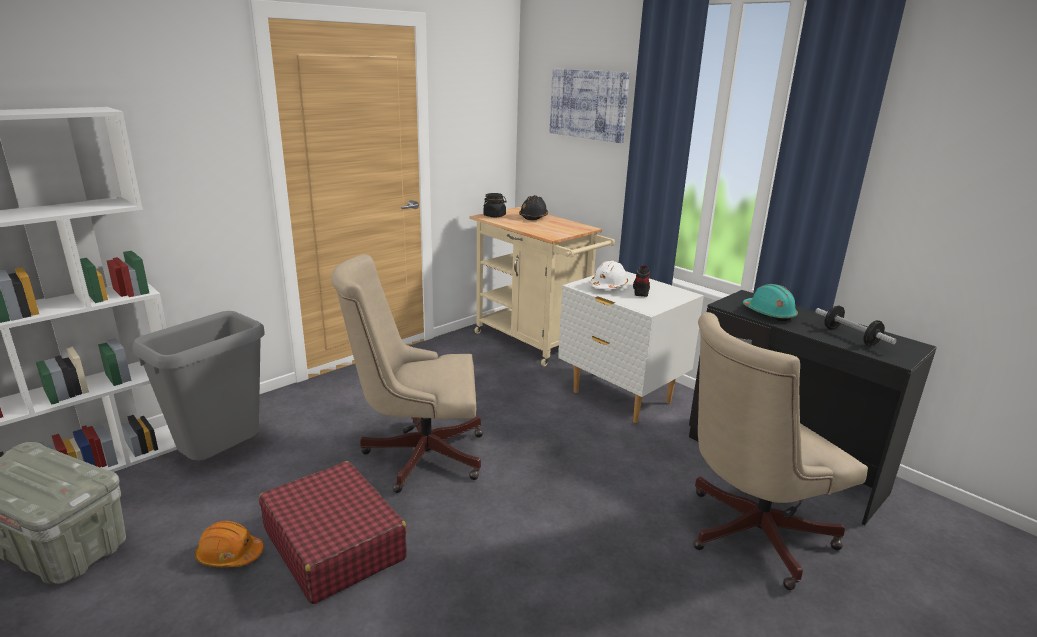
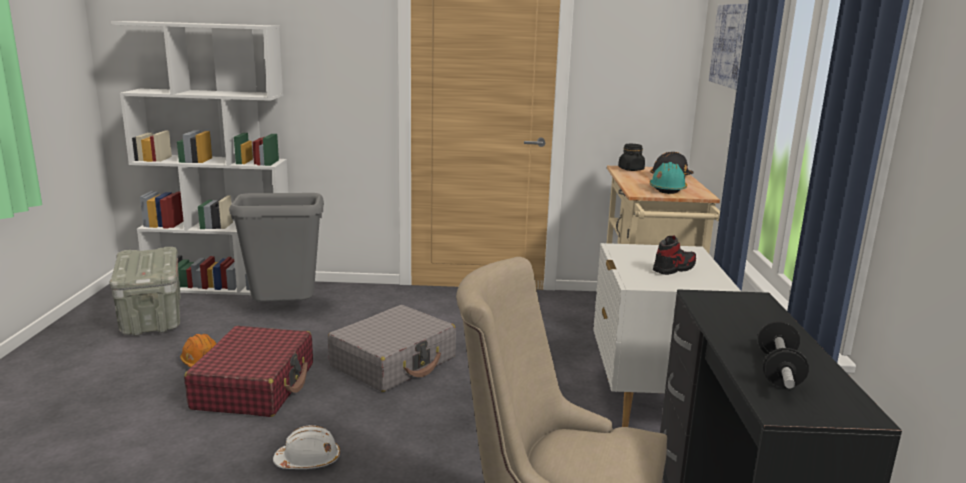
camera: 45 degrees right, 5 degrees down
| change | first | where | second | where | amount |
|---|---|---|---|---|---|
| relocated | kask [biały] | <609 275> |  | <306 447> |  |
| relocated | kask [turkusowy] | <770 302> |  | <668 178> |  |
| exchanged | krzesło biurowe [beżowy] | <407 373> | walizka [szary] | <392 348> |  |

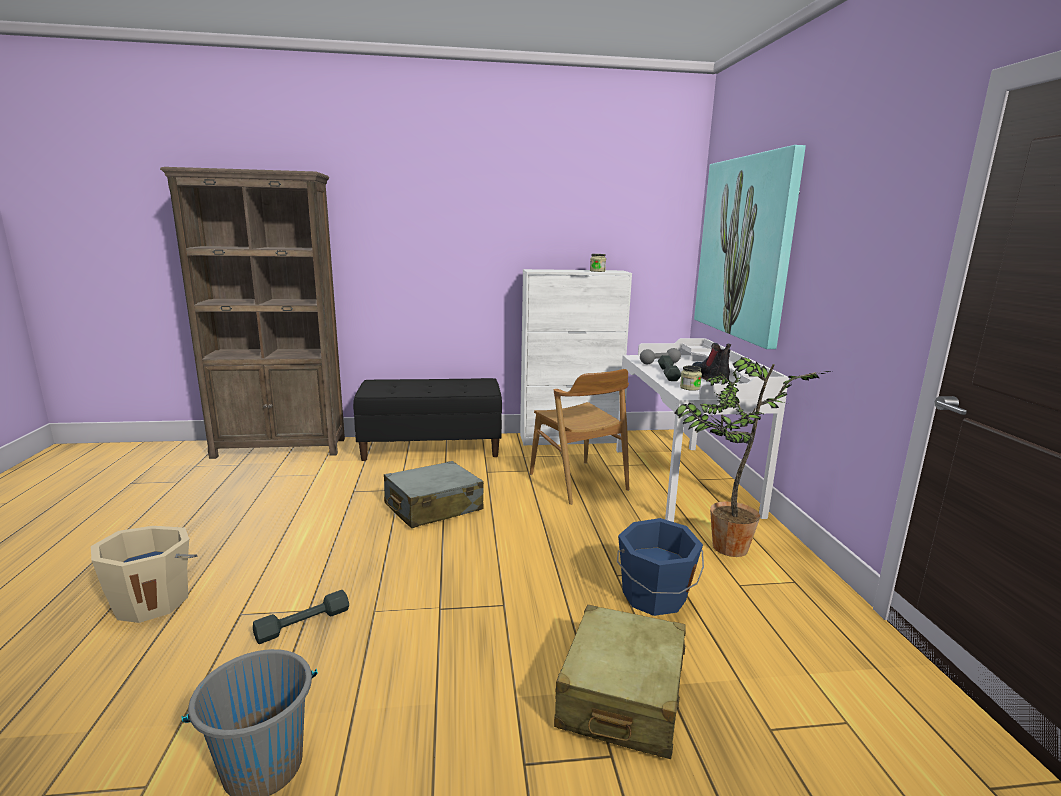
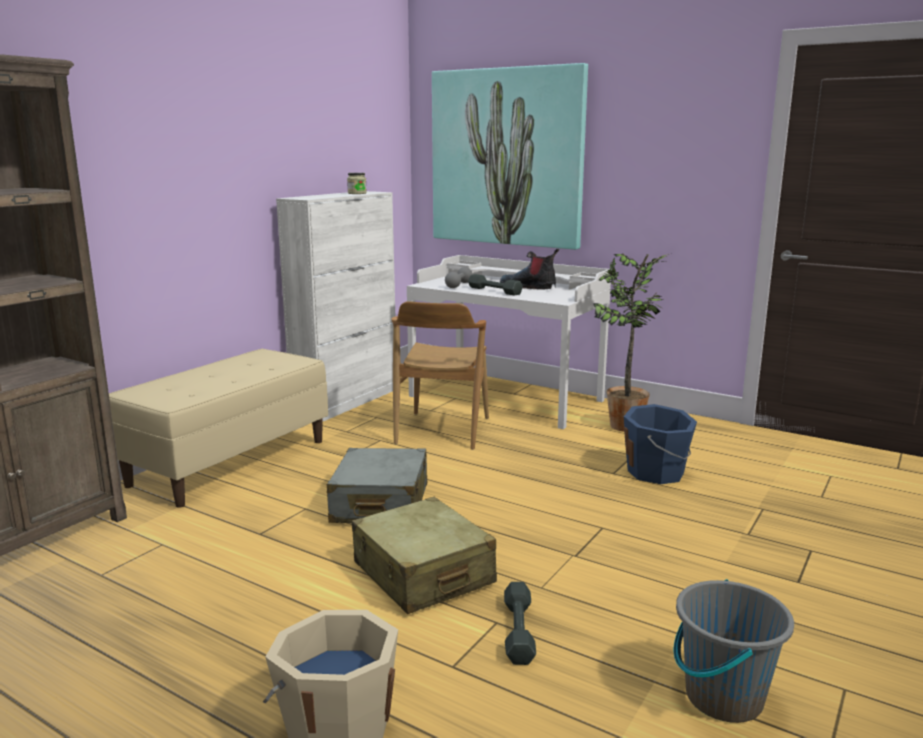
camera: 50 degrees left, 0 degrees up
| change | first | where | second | where | amount |
|---|---|---|---|---|---|
| missing | słoik | <691 378> |  |  |  |
| relocated | walizka [beżowy] | <620 682> |  | <424 555> |  |
| colour | ławka [czarny] | <427 419> | ławka [beżowy] | <218 428> |  |
| spun | krzesło [brązowy] | <579 437> |  | <440 375> | 90 degrees clockwise |

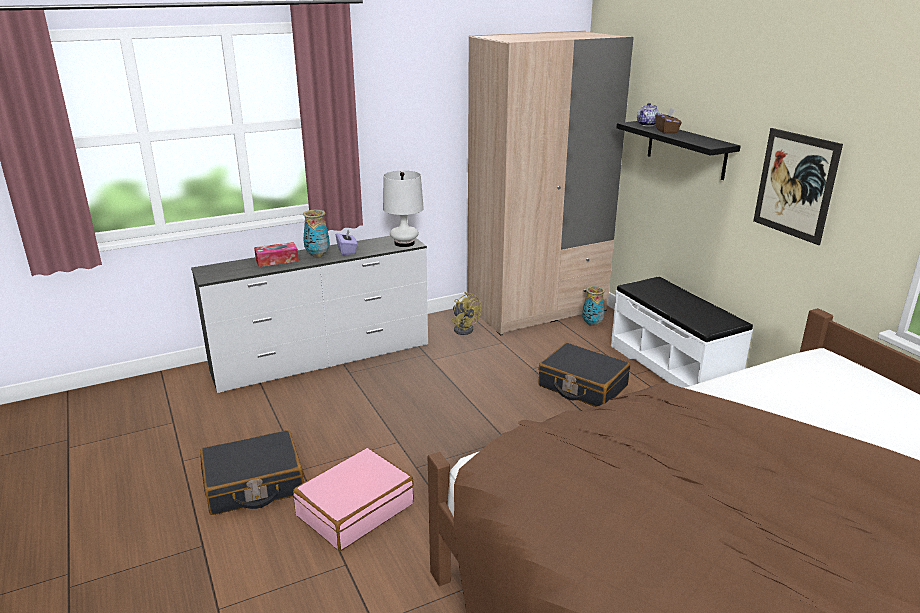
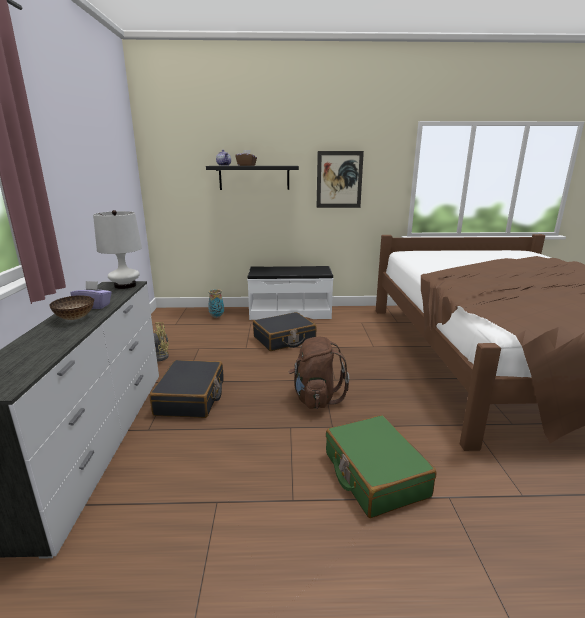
camera: 65 degrees left, 5 degrees down
| change | first | where | second | where | amount |
|---|---|---|---|---|---|
| missing | pudełko chusteczek | <276 254> |  |  |  |
| missing | szafa [beżowy] | <550 183> |  |  |  |
| appeared |  |  | plecak [brązowy] | <319 372> |  |
| relocated | walizka [czarny] | <252 472> |  | <186 389> |  |
| exchanged | wazon | <316 233> | miska | <71 307> |  |
| colour | walizka [różowy] | <353 499> | walizka [zielony] | <381 466> |  |

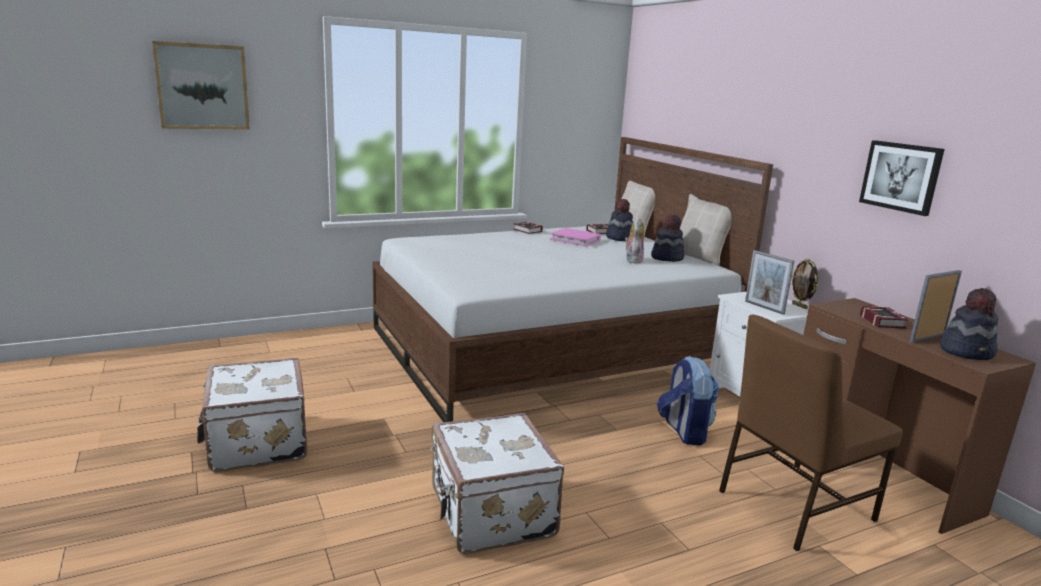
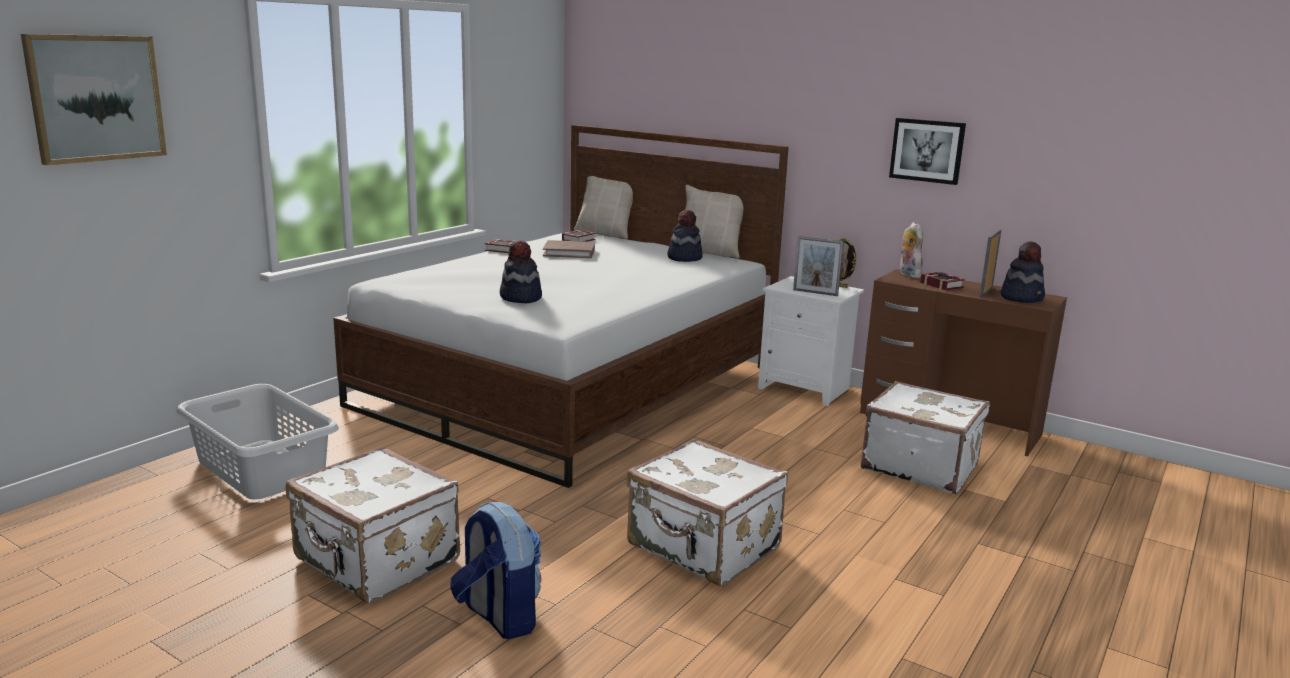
camera: 30 degrees left, 0 degrees up
| change | first | where | second | where | amount |
|---|---|---|---|---|---|
| appeared |  |  | kosz na pranie [szary] | <258 442> |  |
| relocated | kapelusz | <619 220> |  | <521 271> |  |
| relocated | pluszak | <634 239> |  | <911 250> |  |
| relocated | plecak | <688 400> |  | <495 570> |  |
| exchanged | krzesło [brązowy] | <811 433> | walizka [biały] | <925 437> |  |
| colour | książka [różowy] | <575 237> | książka [brązowy] | <569 249> |  |

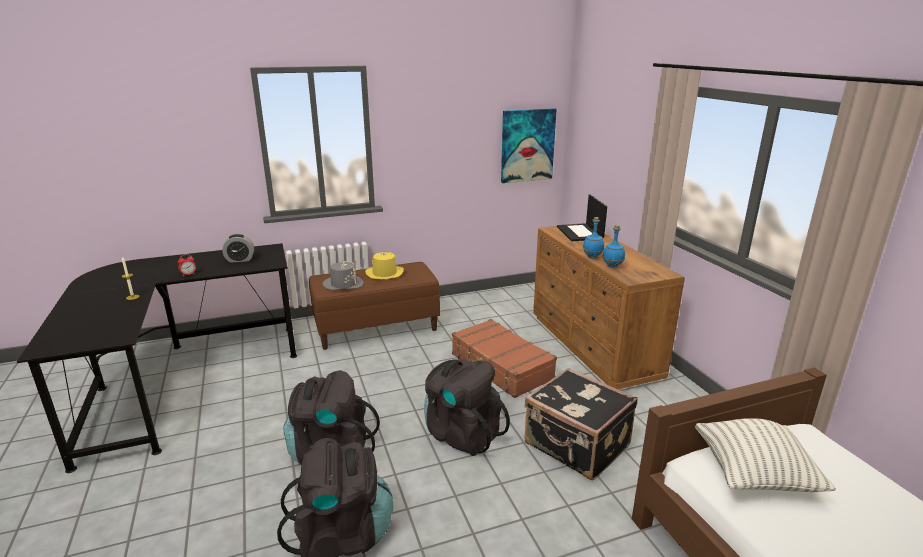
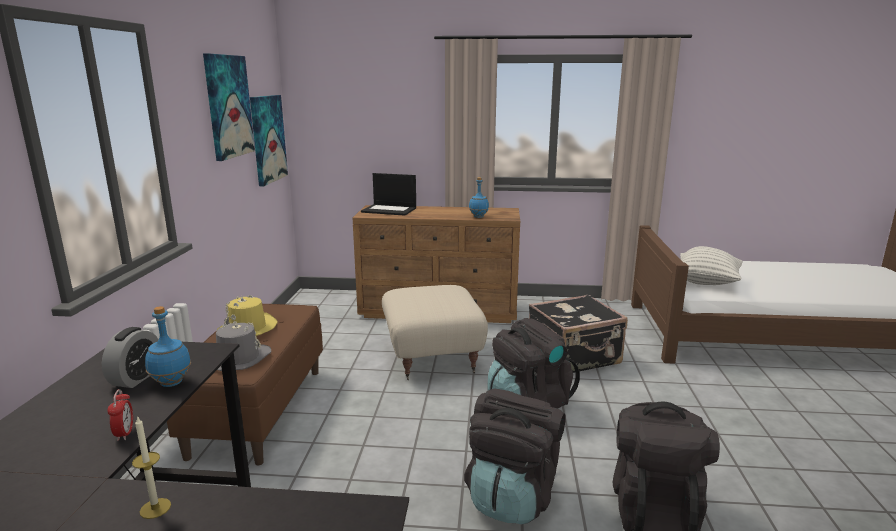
camera: 65 degrees left, 5 degrees down
| change | first | where | second | where | amount |
|---|---|---|---|---|---|
| appeared |  |  | obraz | <229 107> |  |
| relocated | butelka [niebieski] | <593 238> |  | <168 346> |  |
| exchanged | walizka [brązowy] | <504 358> | pufa [beżowy] | <435 332> |  |

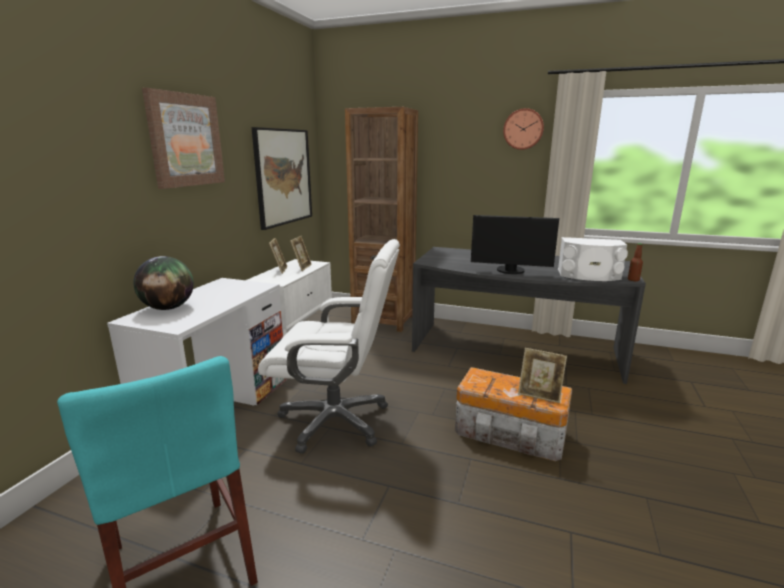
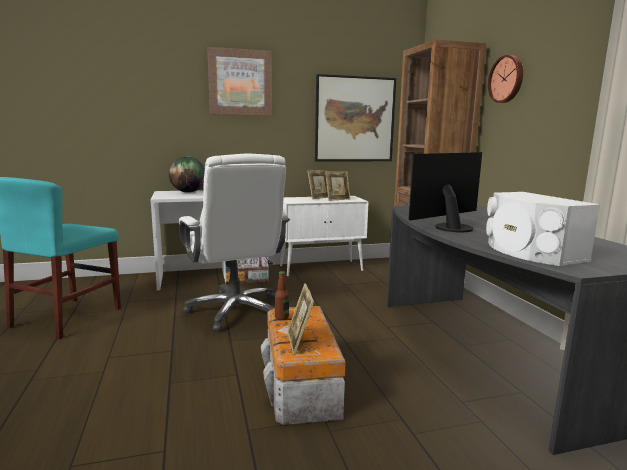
camera: 55 degrees right, 5 degrees down
| change | first | where | second | where | amount |
|---|---|---|---|---|---|
| relocated | zegar ścienny | <523 129> |  | <505 79> |  |
| relocated | butelka | <635 262> |  | <282 295> |  |
| spun | monitor | <515 244> |  | <445 192> | 75 degrees clockwise |

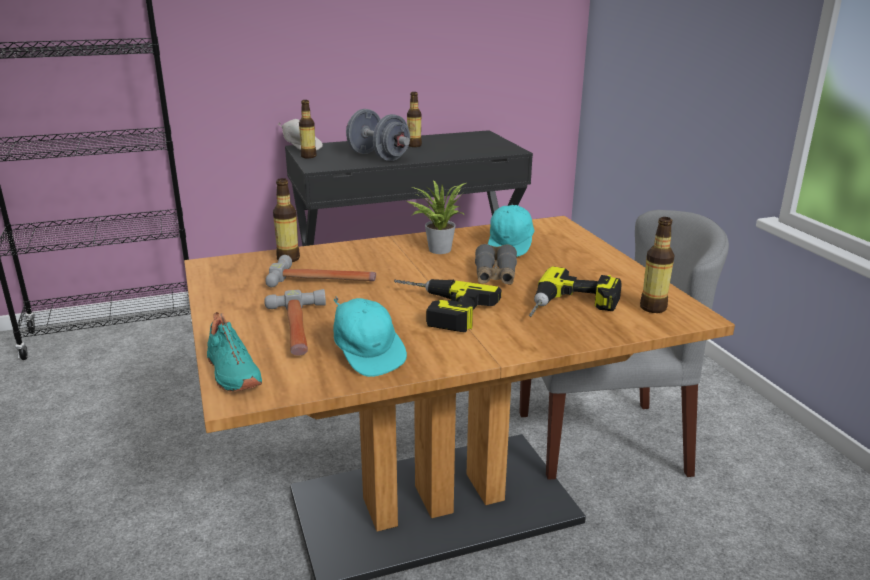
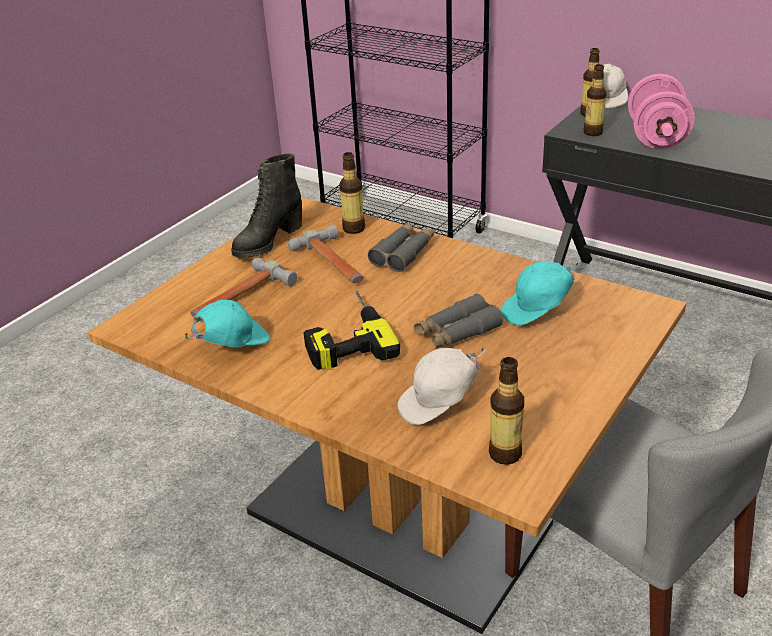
camera: 55 degrees right, 10 degrees up
| change | first | where | second | where | amount |
|---|---|---|---|---|---|
| missing | but [turkusowy] | <234 352> |  |  |  |
| missing | roślina doniczkowa | <436 217> |  |  |  |
| appeared |  |  | but z cholewką [czarny] | <266 205> |  |
| appeared |  |  | lornetka [szary] | <401 247> |  |
| relocated | butelka | <414 119> |  | <595 100> |  |
| exchanged | wiertarka | <575 292> | czapka z daszkiem [biały] | <441 385> |  |
| colour | hantel [szary] | <378 135> | hantel [różowy] | <661 111> |  |
| spun | czapka z daszkiem [turkusowy] | <370 336> |  | <227 323> | 150 degrees counterclockwise |

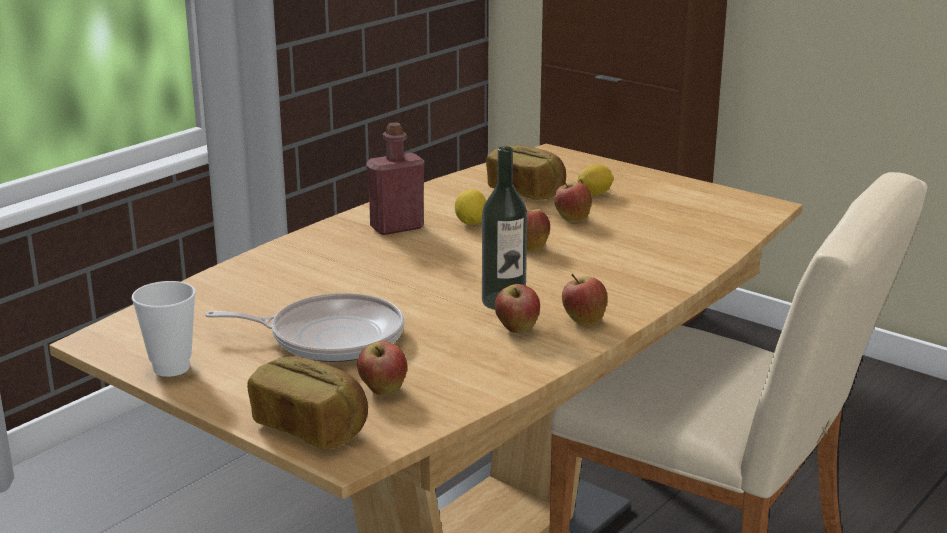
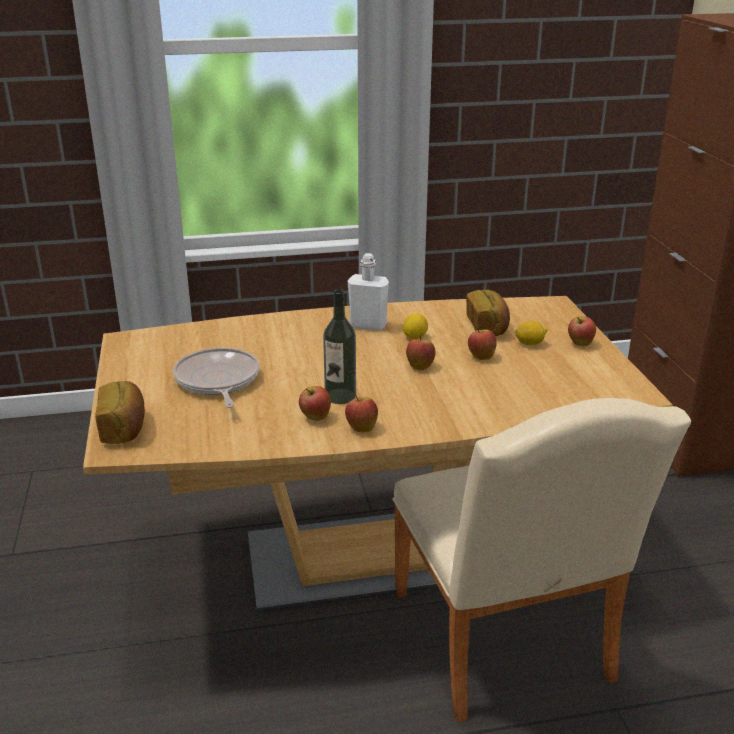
camera: 40 degrees right, 5 degrees up
| change | first | where | second | where | amount |
|---|---|---|---|---|---|
| missing | filiżanka | <164 329> |  |  |  |
| relocated | jabłko | <382 368> |  | <582 331> |  |
| colour | butelka [czerwony] | <395 178> | butelka [biały] | <368 292> |  |
| spun | patelnia | <304 327> |  | <216 378> | 150 degrees counterclockwise |

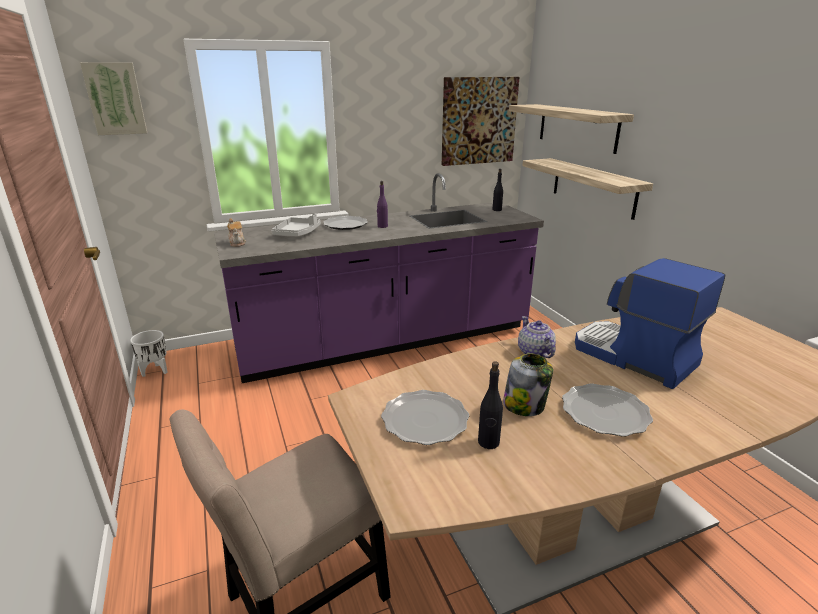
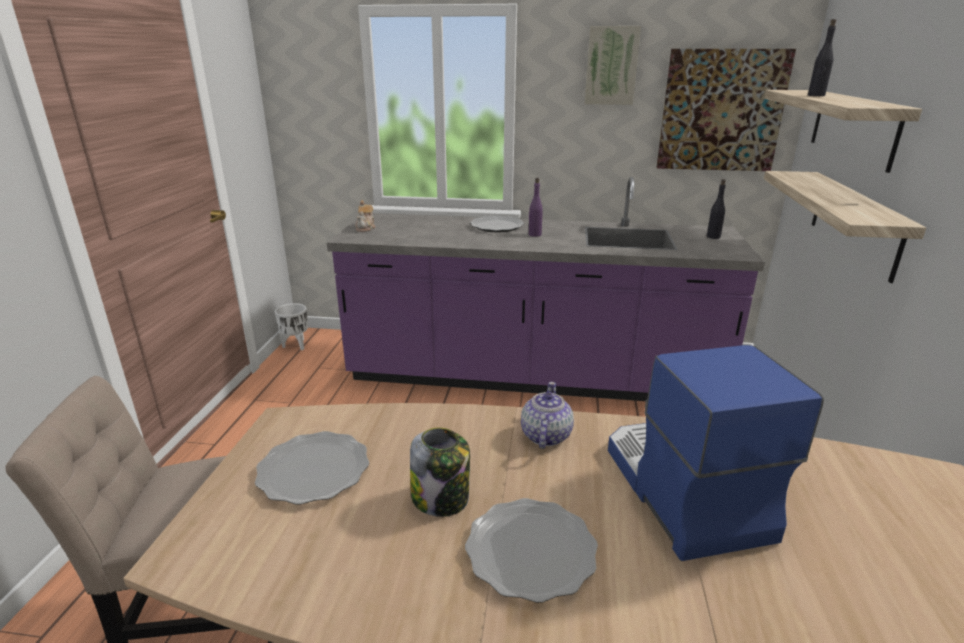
camera: 30 degrees right, 0 degrees up
| change | first | where | second | where | amount |
|---|---|---|---|---|---|
| missing | taca [szary] | <296 225> |  |  |  |
| relocated | obraz | <113 98> |  | <613 65> |  |
| relocated | butelka [czarny] | <490 405> |  | <822 57> |  |

